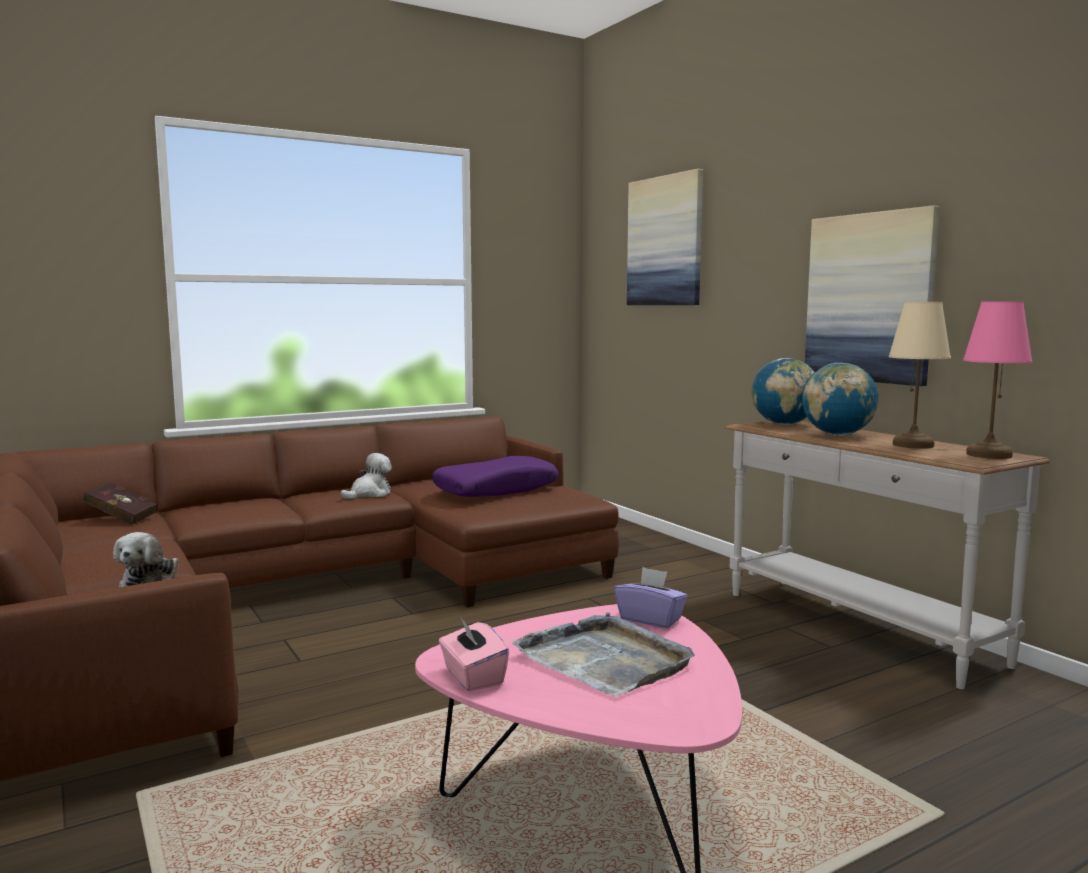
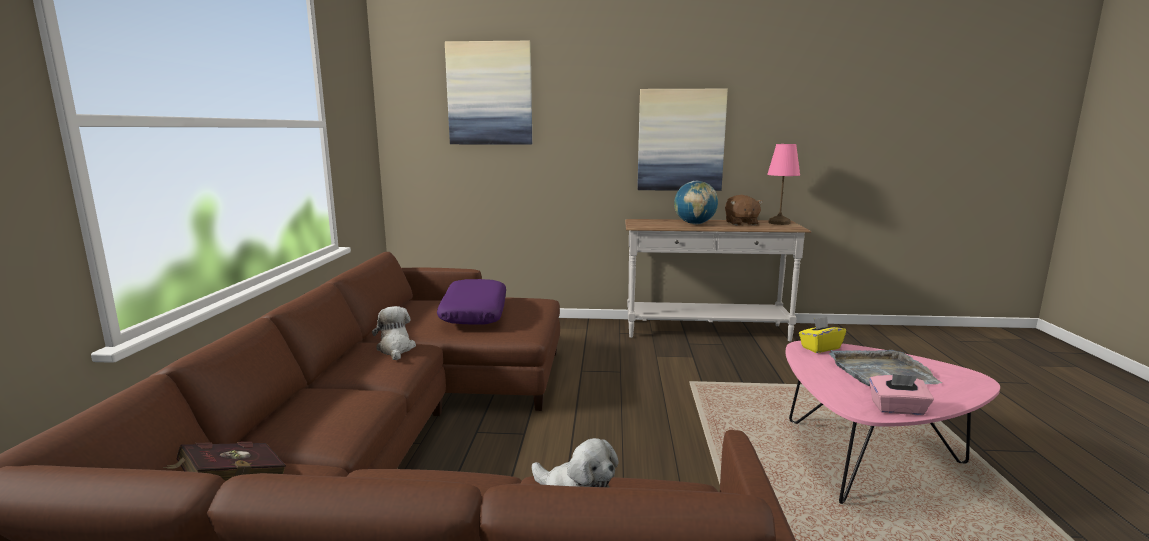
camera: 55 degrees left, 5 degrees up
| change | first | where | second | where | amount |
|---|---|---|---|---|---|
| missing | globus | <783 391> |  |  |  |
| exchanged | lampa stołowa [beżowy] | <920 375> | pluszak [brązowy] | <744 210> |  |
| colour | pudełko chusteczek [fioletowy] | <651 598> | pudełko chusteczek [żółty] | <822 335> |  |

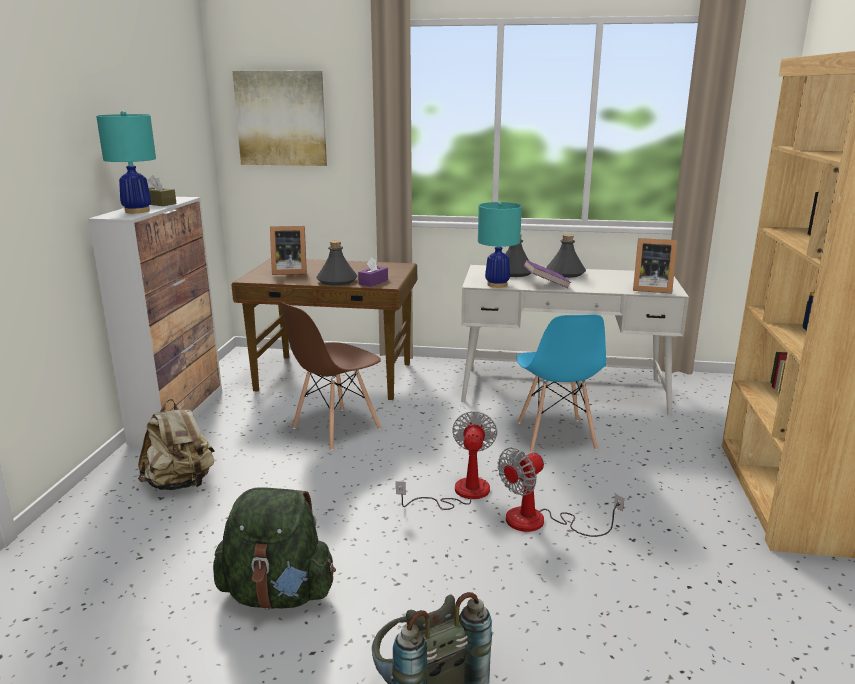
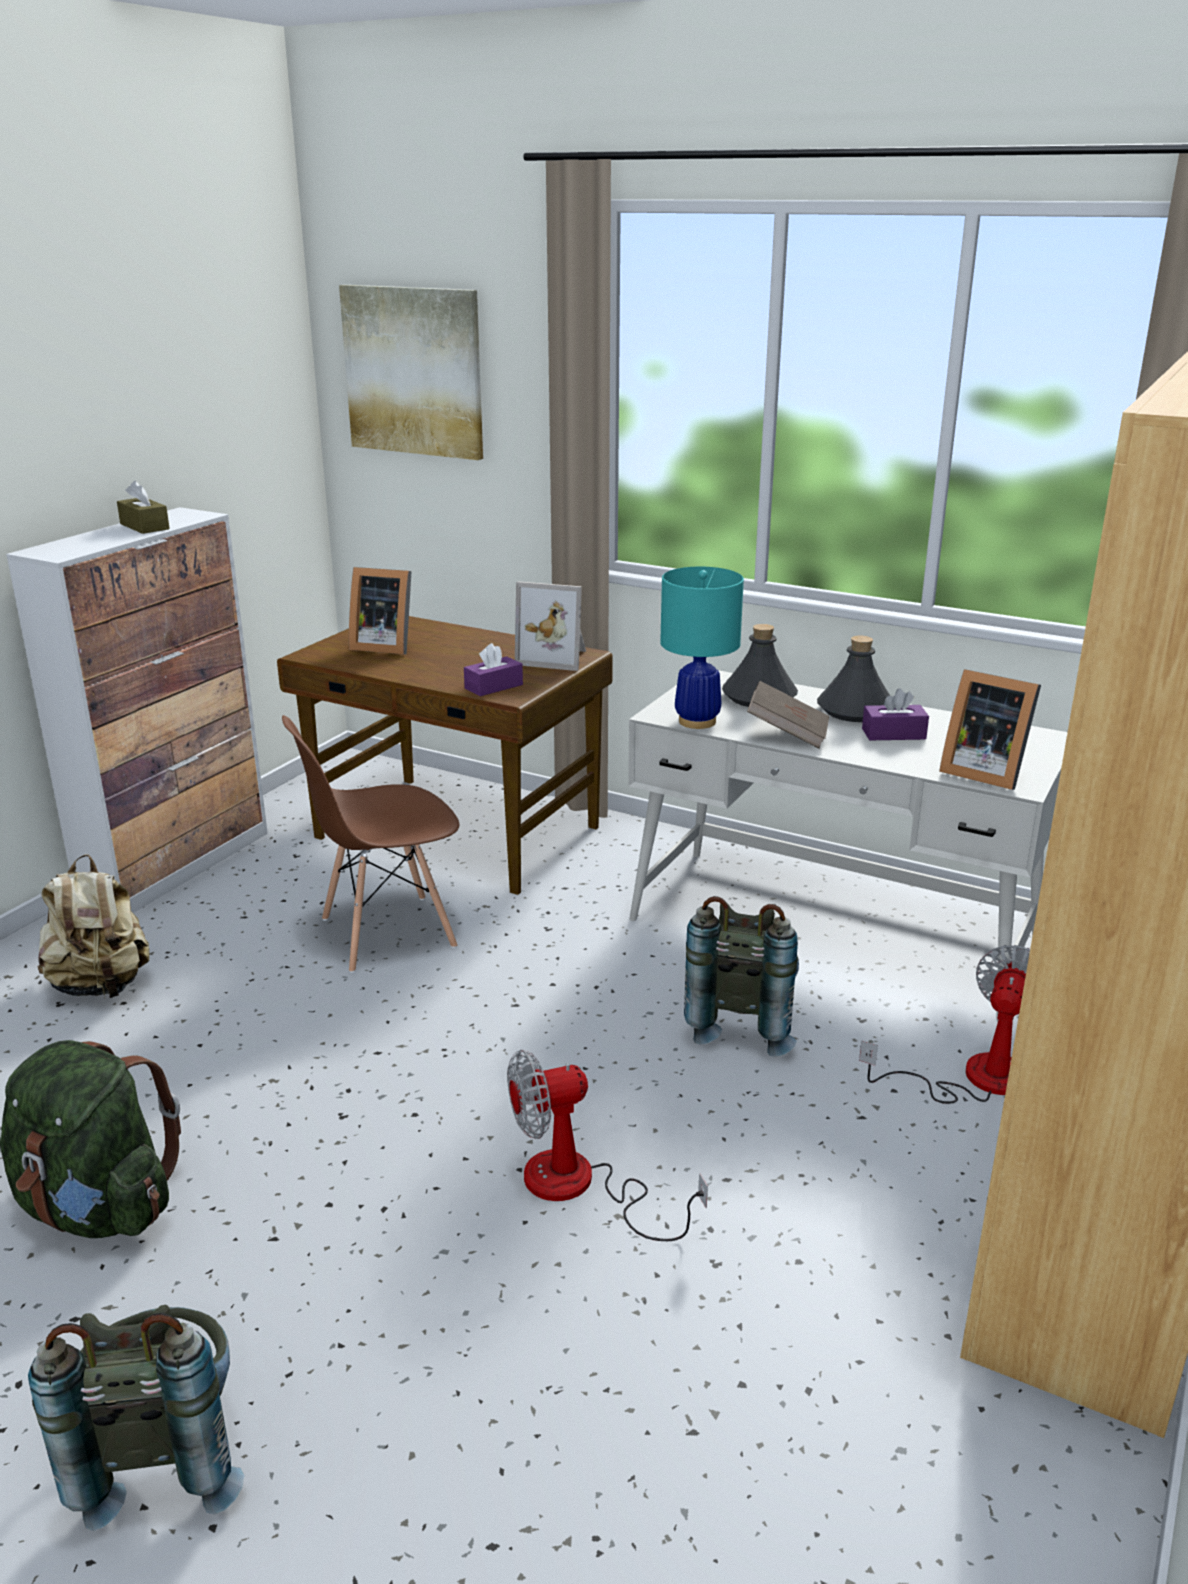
camera: 20 degrees right, 5 degrees up
| change | first | where | second | where | amount |
|---|---|---|---|---|---|
| missing | lampa stołowa [turkusowy] | <126 162> |  |  |  |
| missing | butelka [szary] | <337 263> |  |  |  |
| appeared |  |  | ramka na zdjęcie | <550 626> |  |
| appeared |  |  | pudełko chusteczek [fioletowy] | <895 714> |  |
| relocated | wentylator | <446 460> |  | <944 1024> |  |
| exchanged | krzesło [niebieski] | <561 383> | plecak [szary] | <741 976> |  |
| colour | książka [fioletowy] | <547 274> | książka [brązowy] | <788 714> |  |

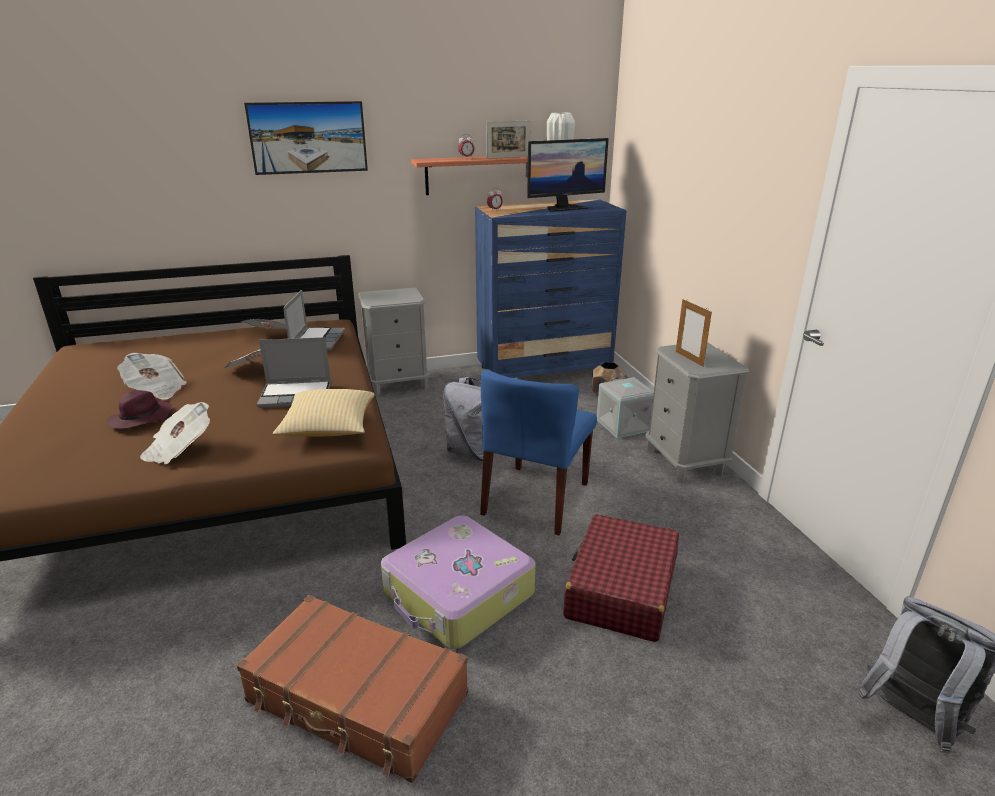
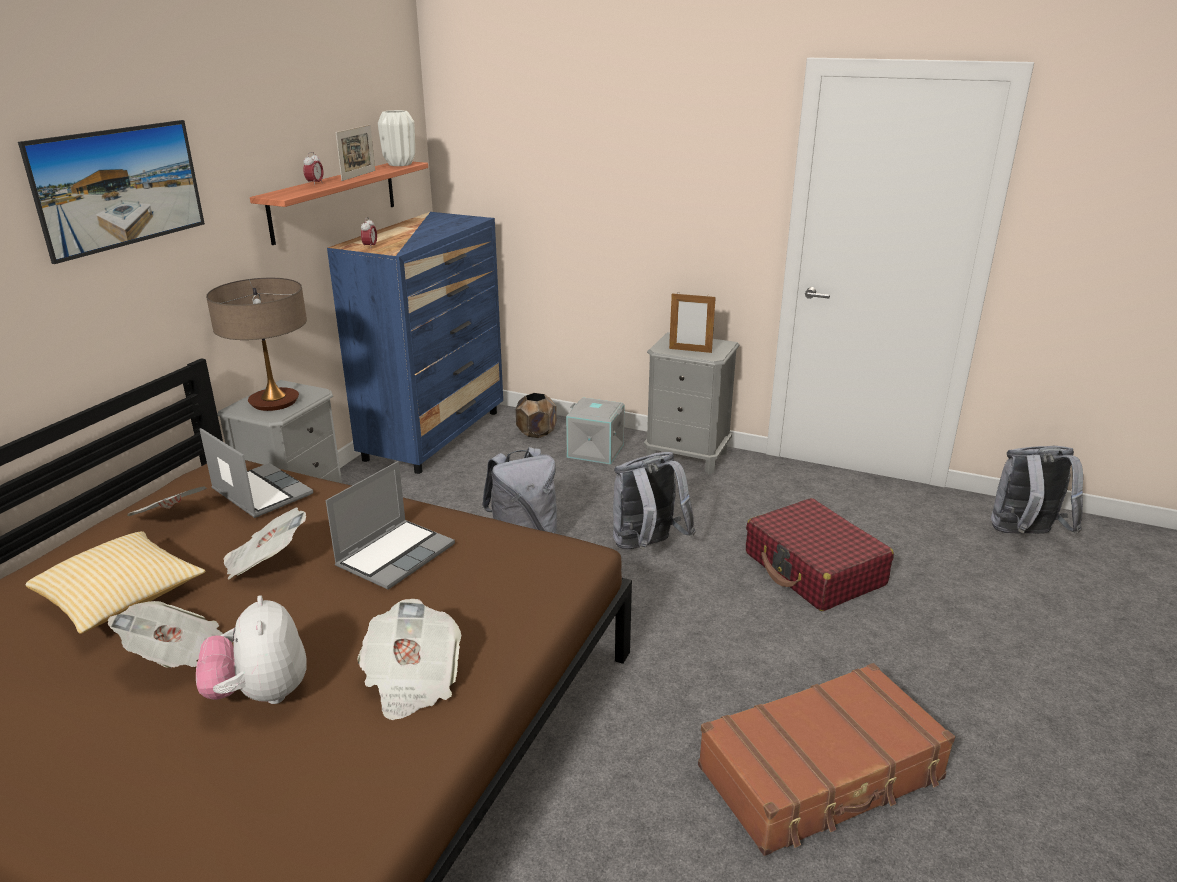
camera: 50 degrees left, 0 degrees up
| change | first | where | second | where | amount |
|---|---|---|---|---|---|
| missing | walizka | <458 582> |  |  |  |
| missing | monitor | <567 175> |  |  |  |
| appeared |  |  | lampa stołowa | <256 344> |  |
| relocated | poduszka | <324 412> |  | <116 582> |  |
| exchanged | kapelusz [fioletowy] | <139 409> | pluszak | <251 649> |  |
| exchanged | krzesło [niebieski] | <538 452> | plecak [szary] | <654 501> |  |

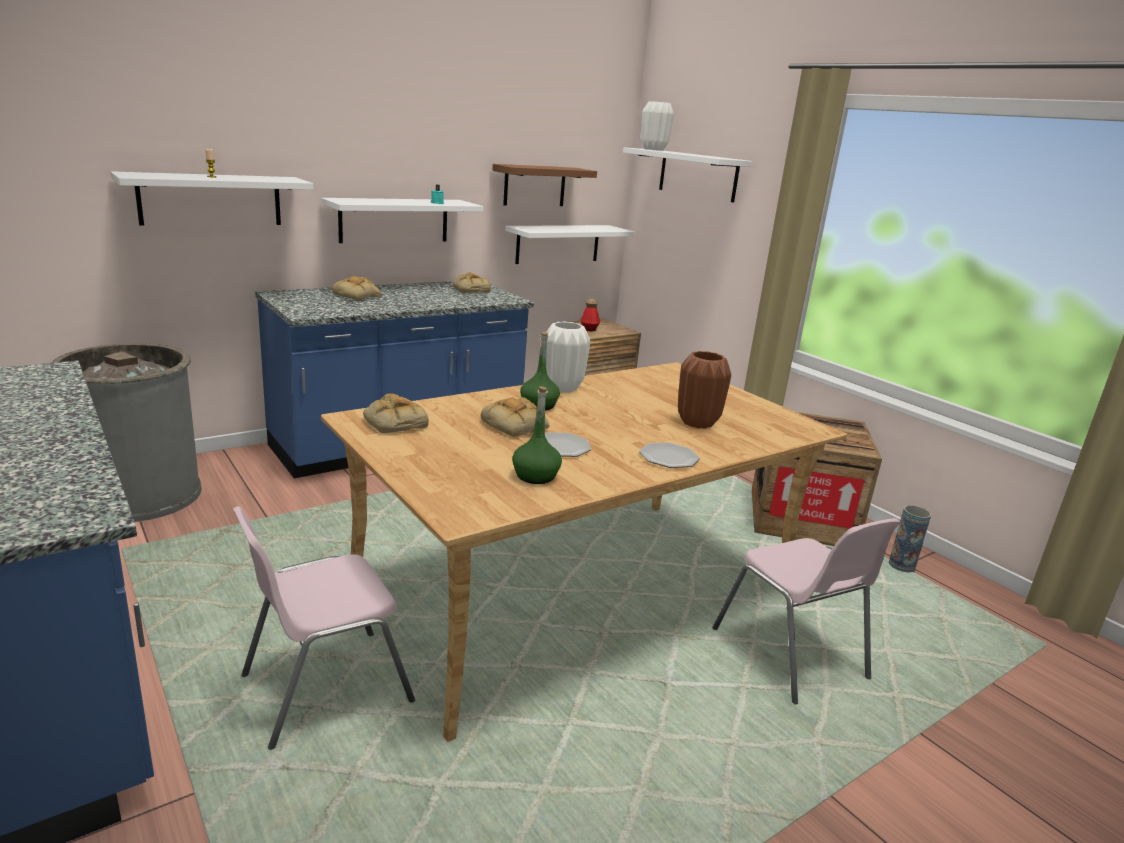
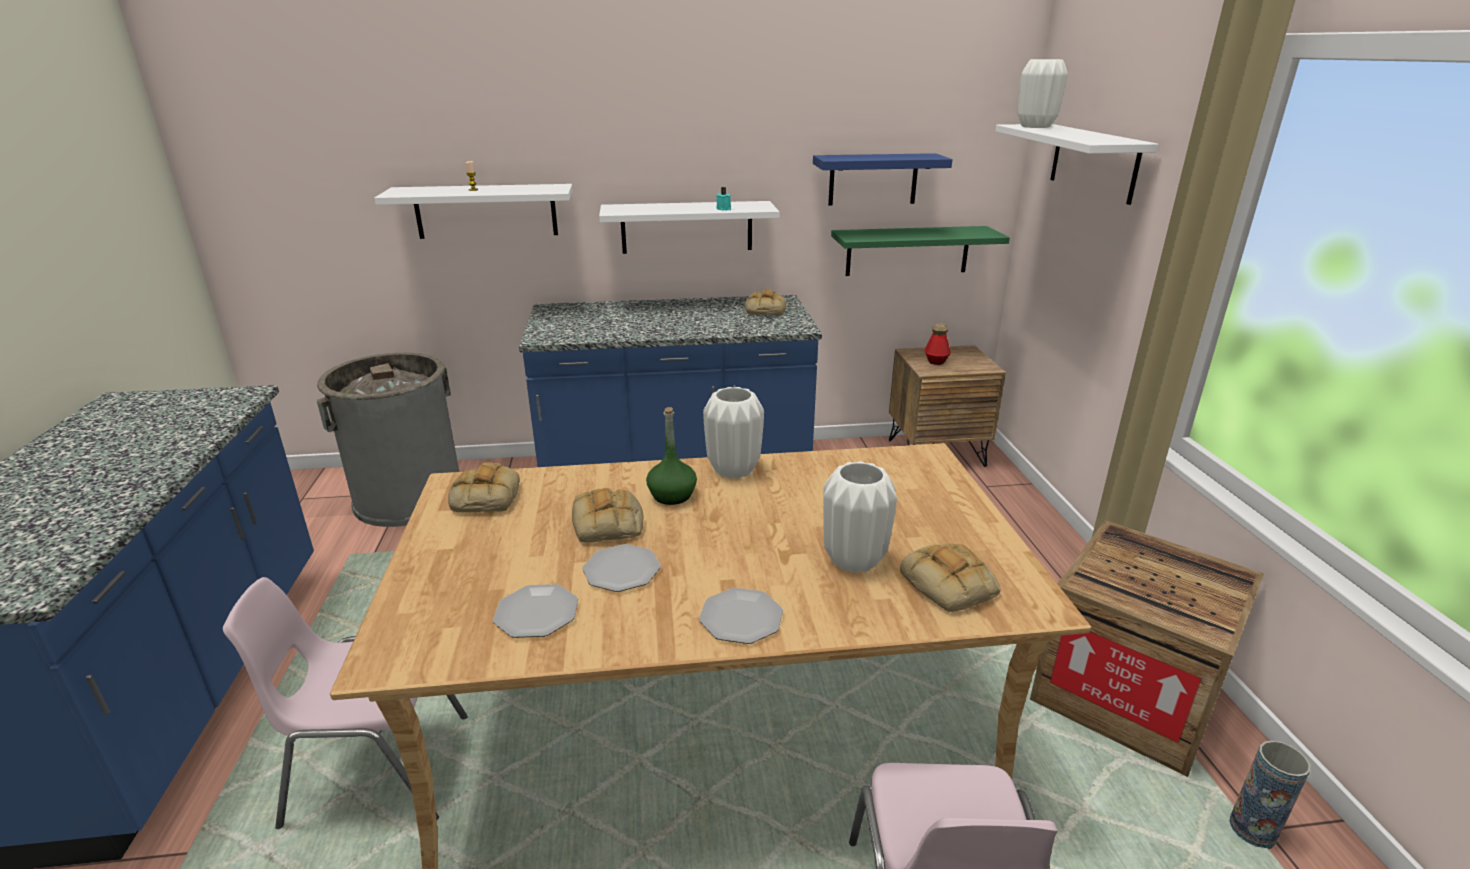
camera: 30 degrees right, 5 degrees up
| change | first | where | second | where | amount |
|---|---|---|---|---|---|
| relocated | chleb | <357 288> |  | <950 577> |  |
| exchanged | butelka [zielony] | <537 435> | talerz | <535 611> |  |
| colour | półka [brązowy] | <544 185> | półka [niebieski] | <883 179> |  |
| colour | półka [biały] | <570 244> | półka [zielony] | <920 251> |  |
| colour | wazon [brązowy] | <704 389> | wazon [biały] | <860 517> |  |

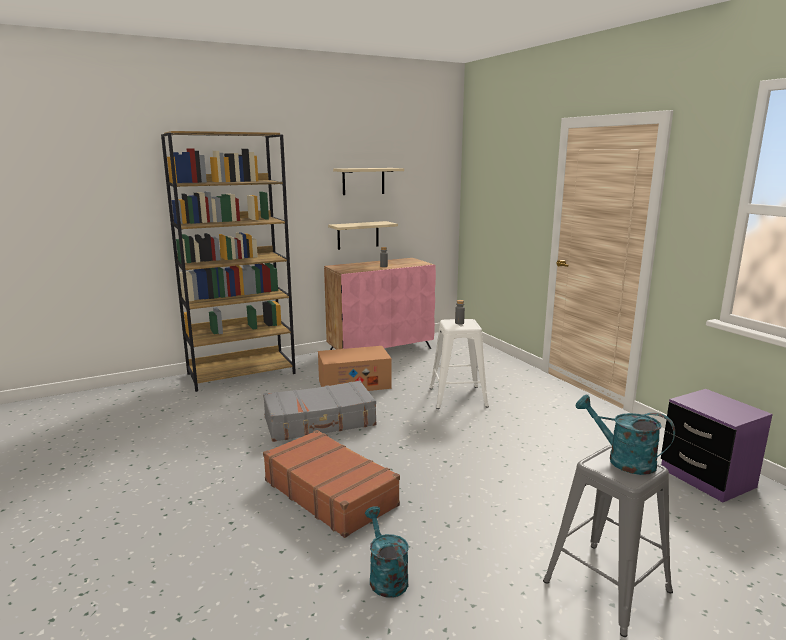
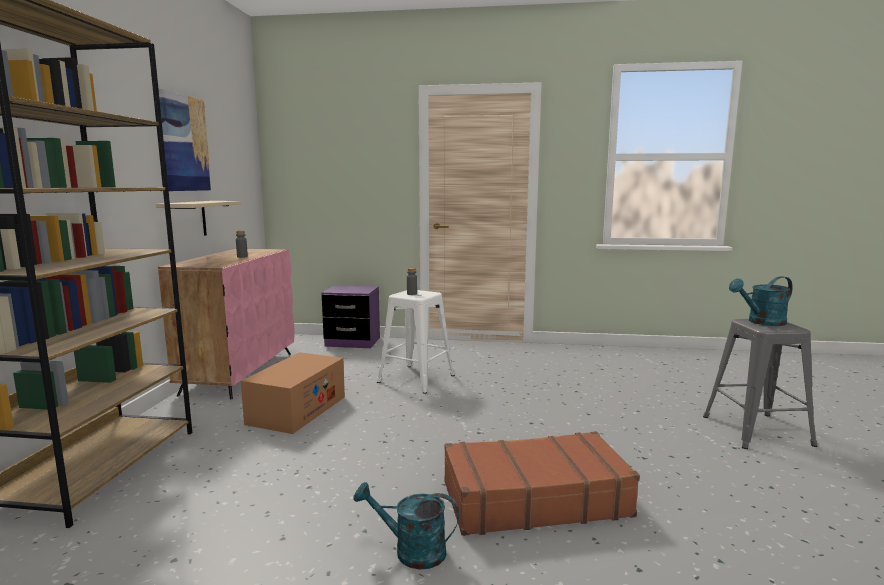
camera: 55 degrees left, 5 degrees down
| change | first | where | second | where | amount |
|---|---|---|---|---|---|
| missing | walizka [szary] | <319 411> |  |  |  |
| relocated | konewka [turkusowy] | <387 552> |  | <406 526> |  |
| relocated | szafka nocna [fioletowy] | <717 445> |  | <351 316> |  |
| exchanged | półka [beżowy] | <368 181> | obraz | <185 140> |  |

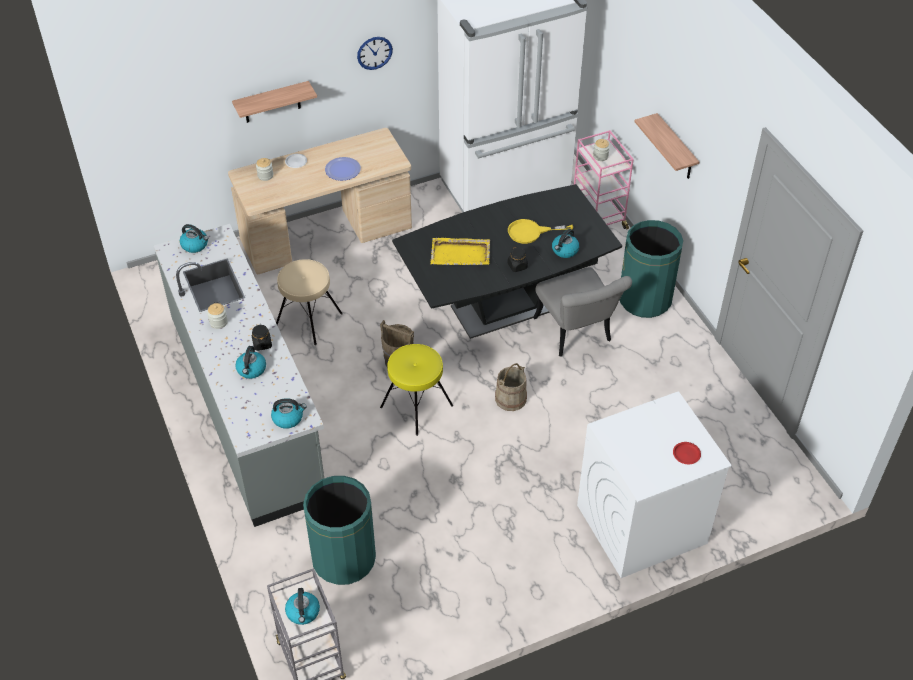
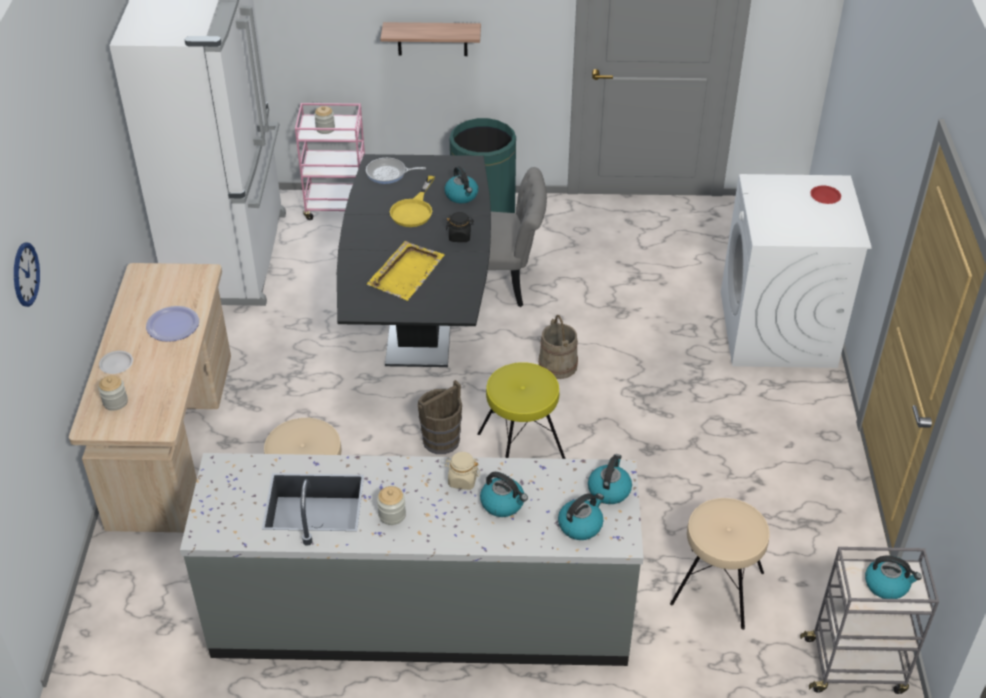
camera: 65 degrees left, 5 degrees down
| change | first | where | second | where | amount |
|---|---|---|---|---|---|
| missing | półka | <274 102> |  |  |  |
| appeared |  |  | patelnia | <396 171> |  |
| relocated | czajnik | <194 238> |  | <581 516> |  |
| relocated | zegar ścienny | <375 53> |  | <27 274> |  |
| exchanged | kosz na śmieci [zielony] | <339 530> | stołek [beżowy] | <720 564> |  |
| colour | słoik [czarny] | <262 337> | słoik [beżowy] | <462 471> |  |

